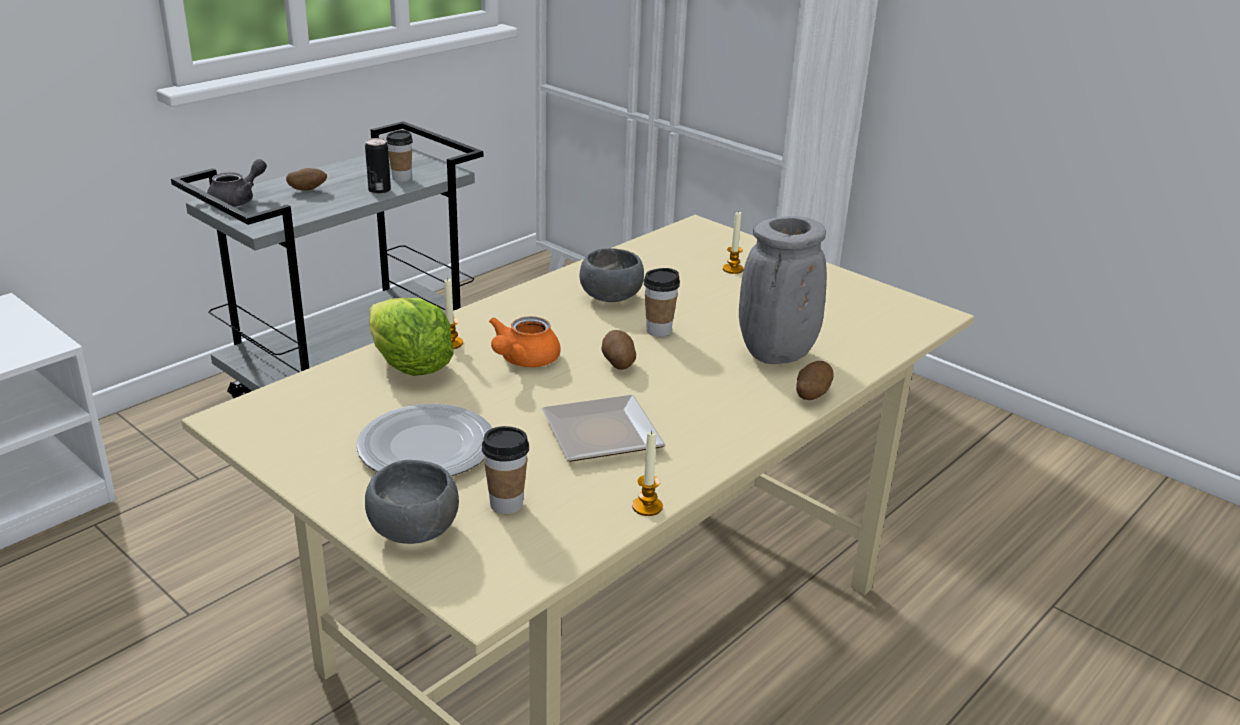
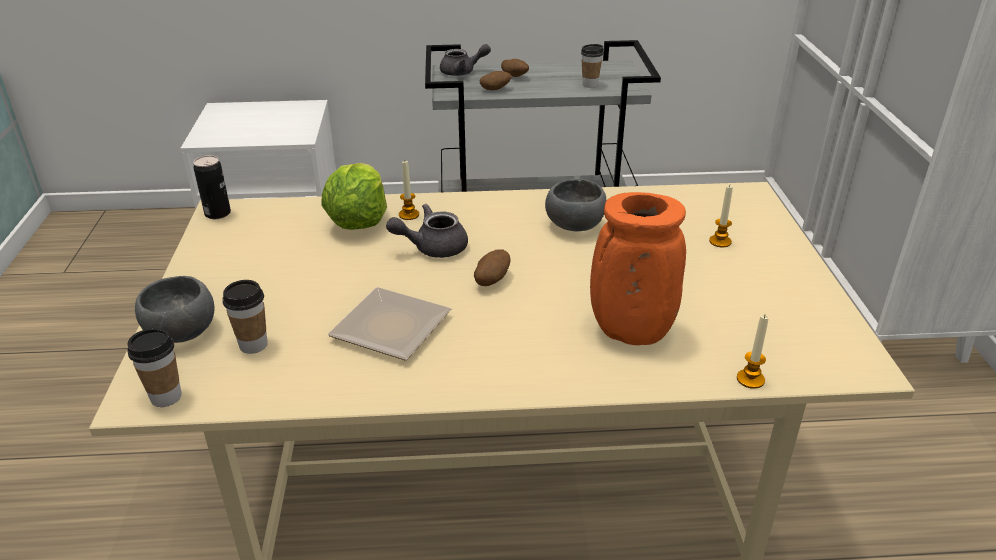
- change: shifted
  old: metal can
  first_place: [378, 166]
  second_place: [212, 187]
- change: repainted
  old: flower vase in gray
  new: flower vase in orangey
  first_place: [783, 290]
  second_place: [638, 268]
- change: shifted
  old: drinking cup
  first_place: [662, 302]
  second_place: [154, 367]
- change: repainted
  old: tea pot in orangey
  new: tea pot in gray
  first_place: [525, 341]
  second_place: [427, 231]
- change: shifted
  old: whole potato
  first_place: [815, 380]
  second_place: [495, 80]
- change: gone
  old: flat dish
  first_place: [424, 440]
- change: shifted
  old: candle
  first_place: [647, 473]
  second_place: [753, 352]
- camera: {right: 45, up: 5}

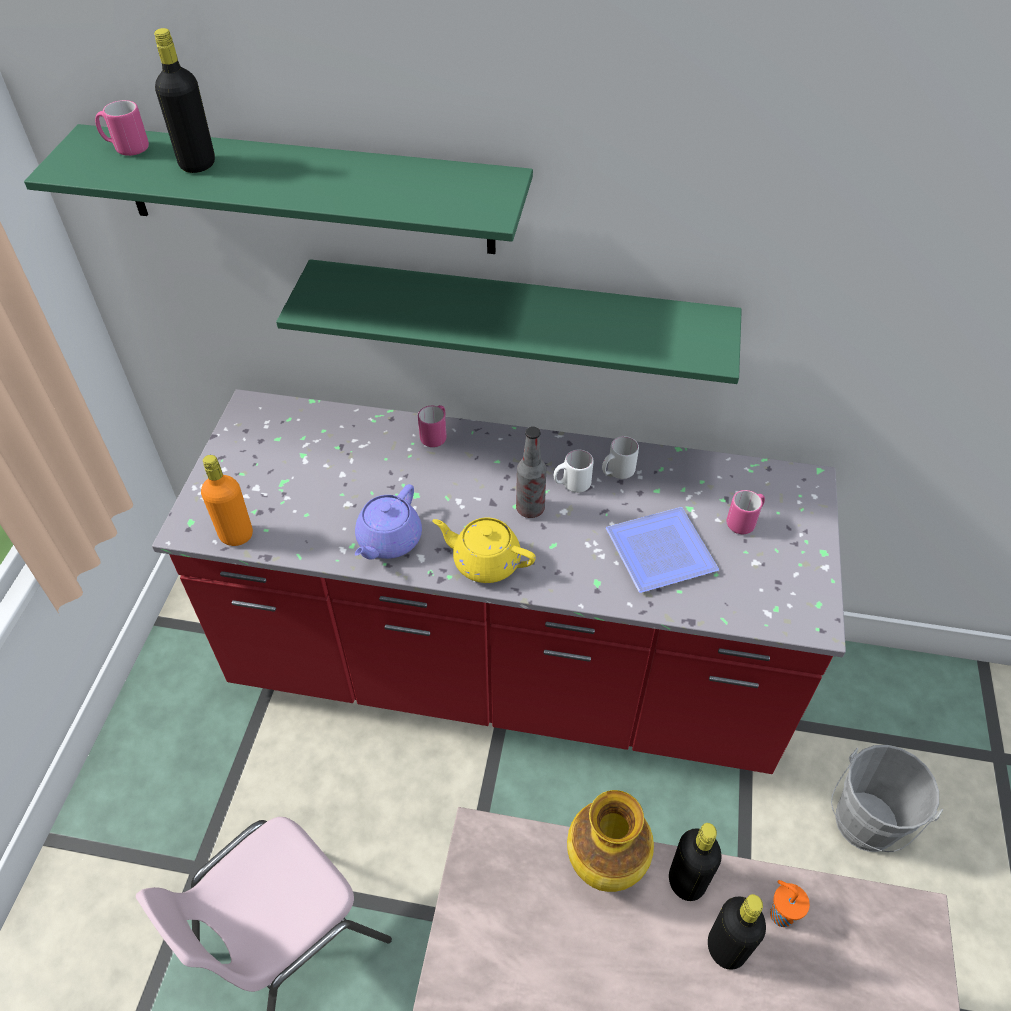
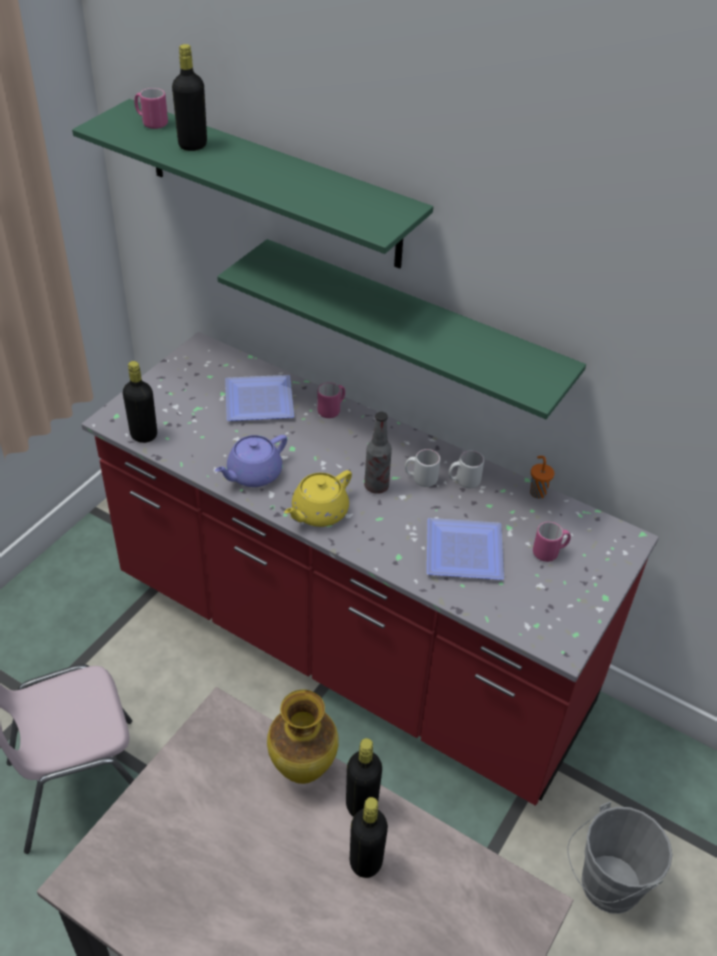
- change: repainted
  old: bottle in orangey
  new: bottle in blackish
  first_place: [227, 500]
  second_place: [140, 402]
- change: rotated
  old: tea pot in yellow-coloured
  first_place: [484, 550]
  second_place: [318, 498]
  degrees: -90
- change: shifted
  old: drinking cup in orangey
  first_place: [790, 903]
  second_place: [542, 477]
- change: new
  new: flat dish
  second_place: [259, 398]
- camera: {right: 20, up: -5}

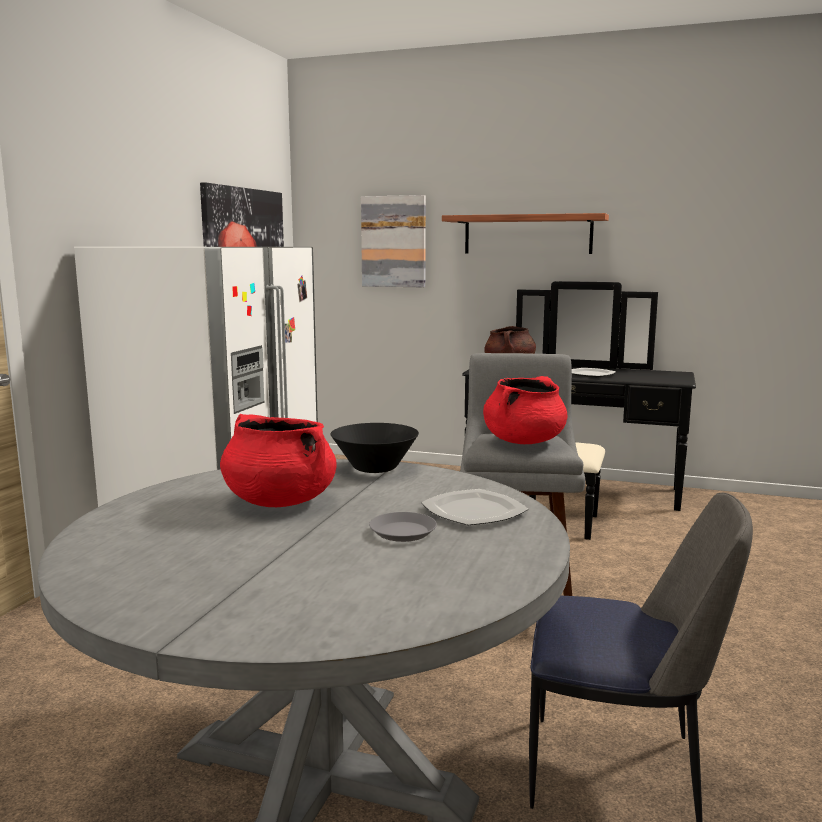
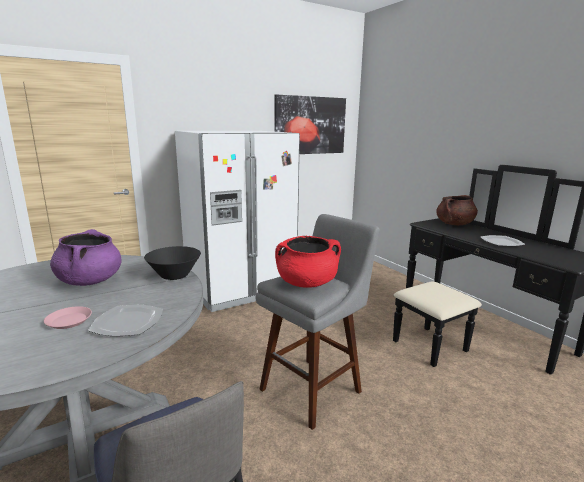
- change: gone
  old: wall art
  first_place: [393, 241]
- change: gone
  old: wall shelf
  first_place: [525, 233]
- change: repainted
  old: cooking pot in red
  new: cooking pot in purple-coloured
  first_place: [278, 460]
  second_place: [85, 257]
- change: repainted
  old: flat dish in gray
  new: flat dish in pinkish
  first_place: [403, 527]
  second_place: [68, 317]
- camera: {right: 40, up: 5}

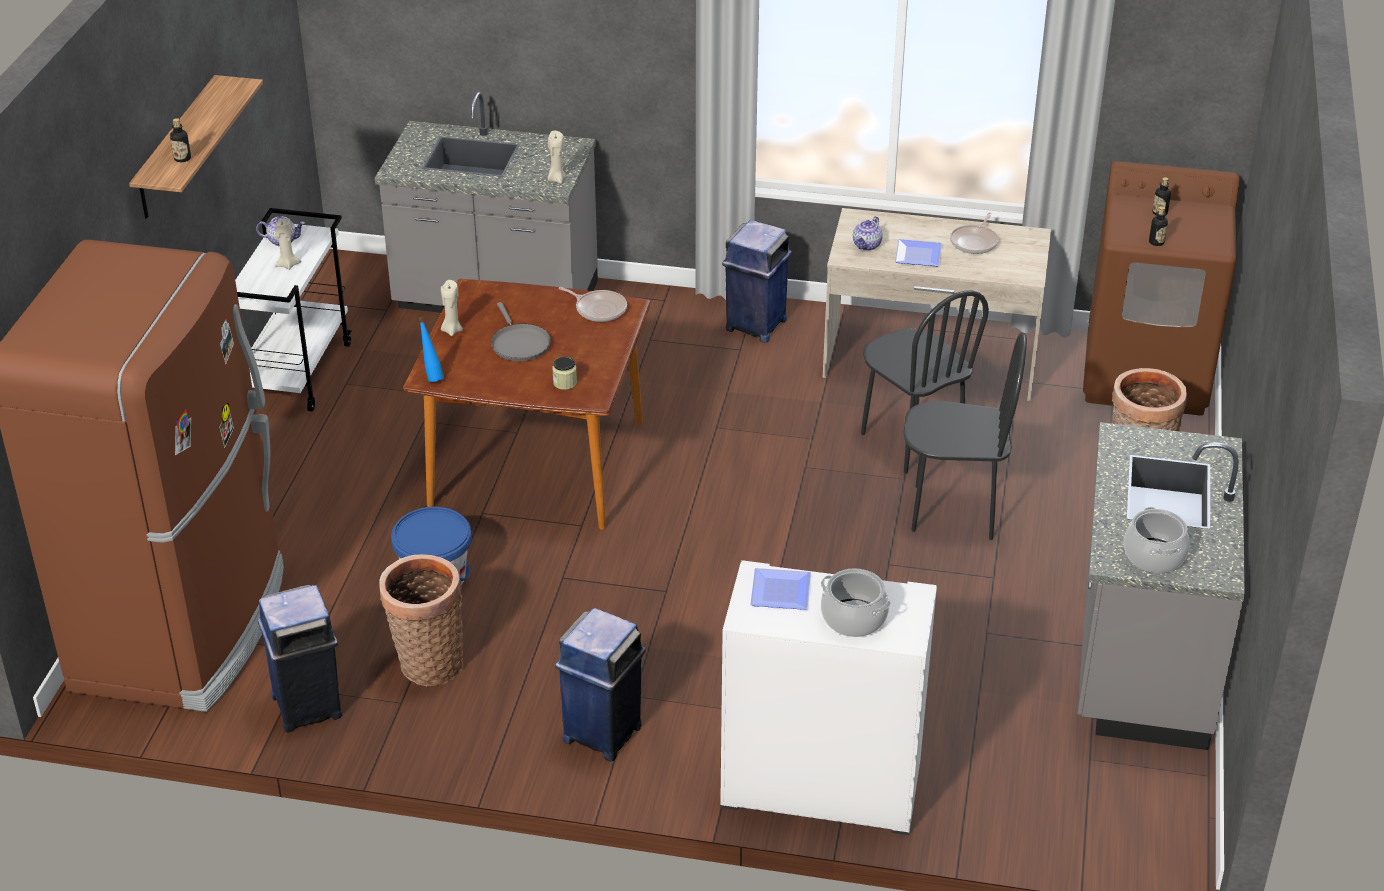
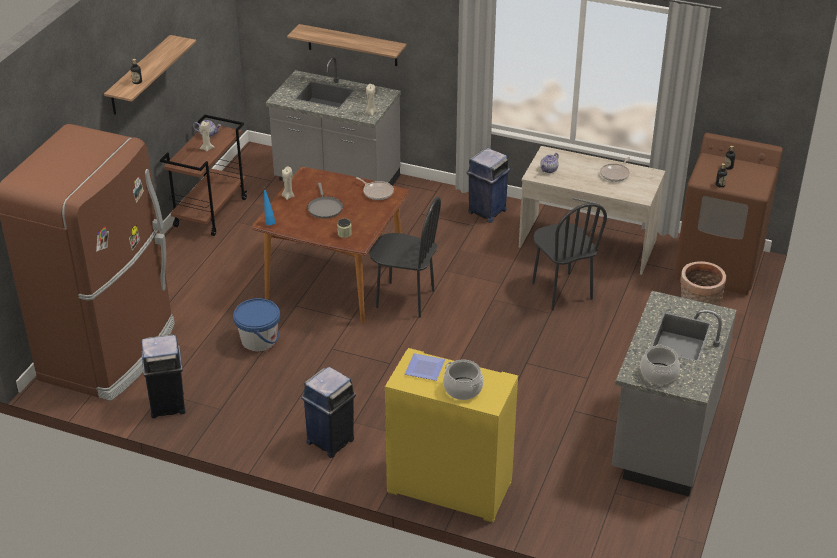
- change: repainted
  old: wheeled cart in white-coloured
  new: wheeled cart in brown
  first_place: [293, 310]
  second_place: [203, 175]
- change: gone
  old: flat dish
  first_place: [918, 252]
- change: shifted
  old: upright chair in blackish
  first_place: [965, 436]
  second_place: [405, 257]
- change: gone
  old: basket
  first_place: [421, 620]
- change: repainted
  old: cupboard in white-coloured
  new: cupboard in yellow-coloured
  first_place: [828, 697]
  second_place: [451, 435]
- change: new
  new: wall shelf
  second_place: [347, 45]
- camera: {right: 10, up: 0}

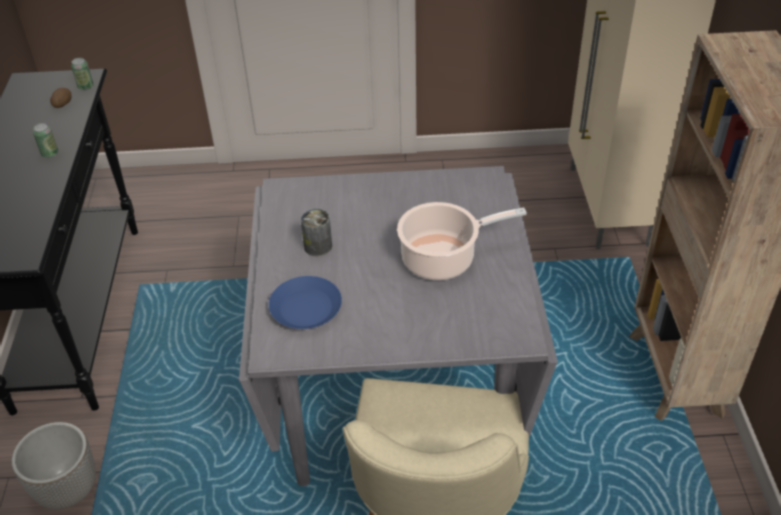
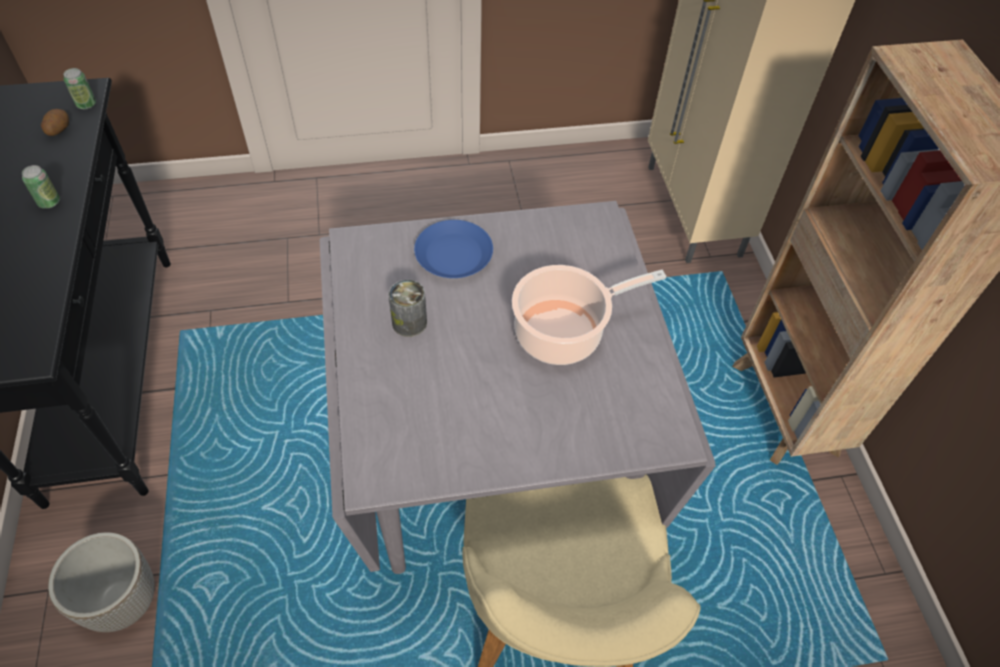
- change: shifted
  old: flat dish in blue
  first_place: [305, 302]
  second_place: [453, 249]
- camera: {right: -10, up: 10}

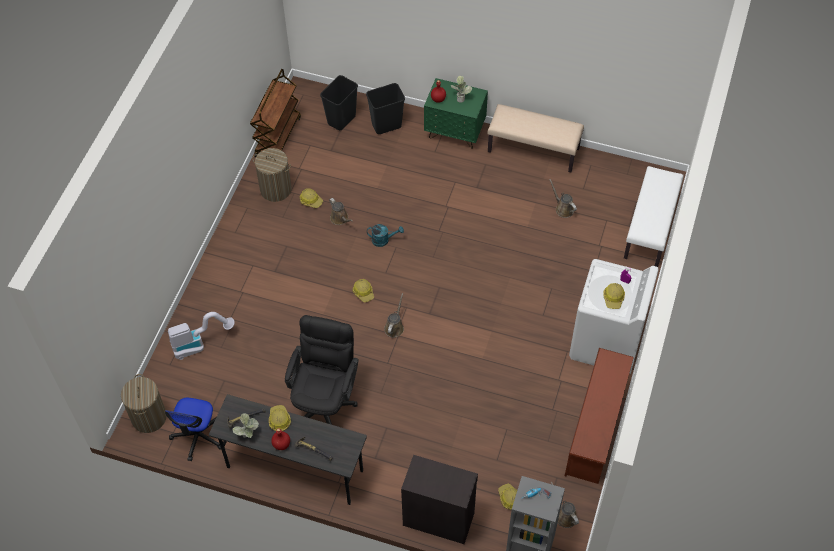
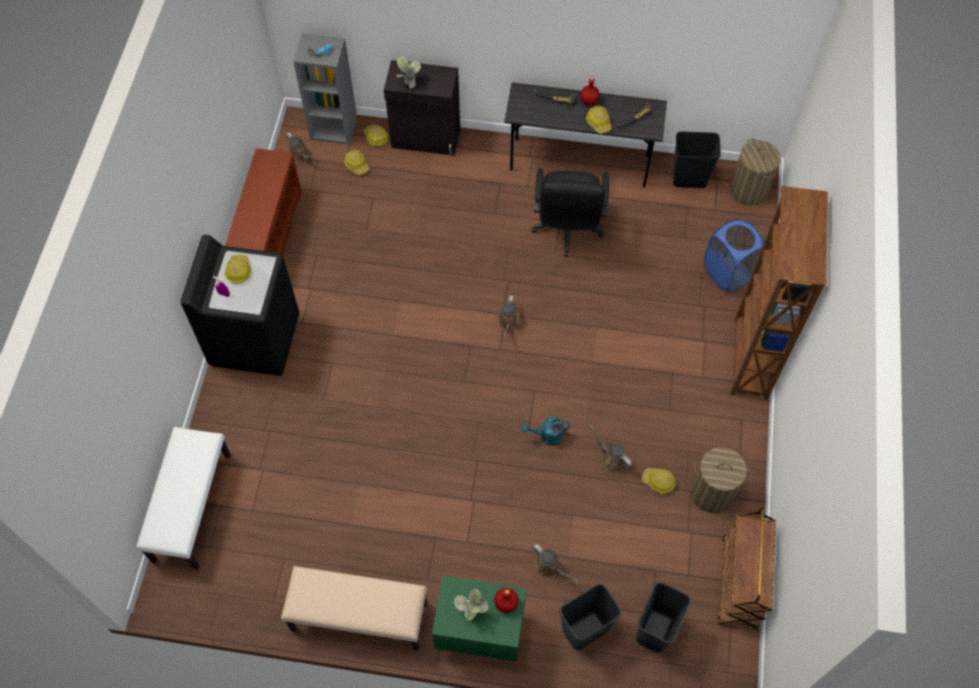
- change: shifted
  old: sprinkling can in brown
  first_place: [563, 198]
  second_place: [555, 563]
- change: repainted
  old: laundry appliance in white-coloured
  new: laundry appliance in blackish
  first_place: [614, 316]
  second_place: [240, 305]
- change: shifted
  old: work helmet
  first_place: [363, 290]
  second_place: [376, 136]
- change: swapped
  old: vacuum
  new: laundry basket in blue
  first_place: [201, 336]
  second_place: [734, 255]
- change: swapped
  old: computer chair
  new: rubbish bin in blackish
  first_place: [193, 429]
  second_place: [697, 159]
- change: shifted
  old: plant in a pot
  first_place: [246, 425]
  second_place: [408, 72]
- change: new
  new: shelving unit in brown
  second_place: [779, 293]
- camera: {right: 170, up: 5}

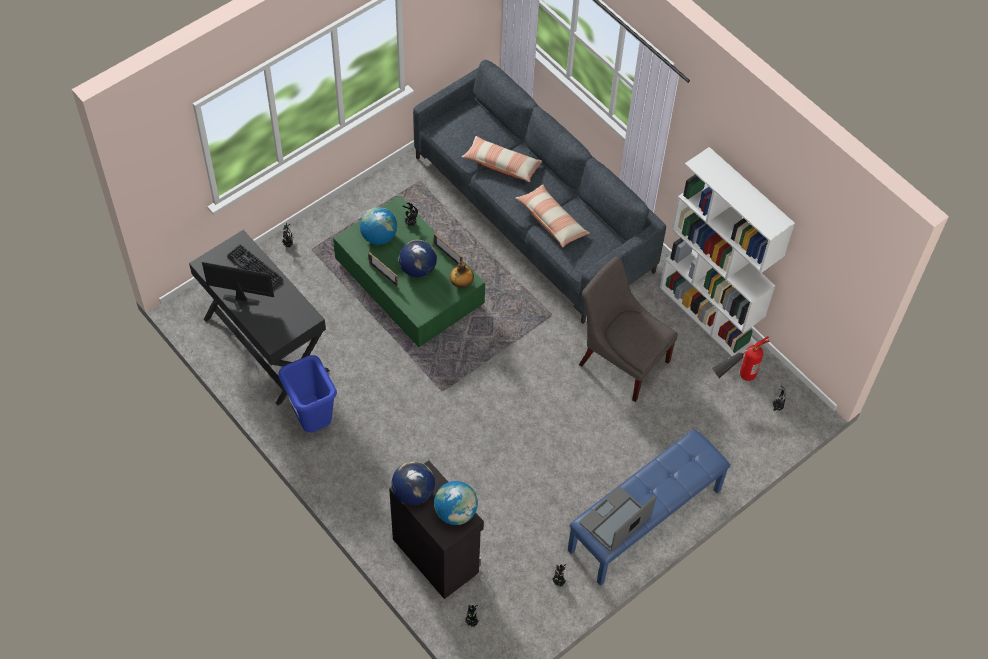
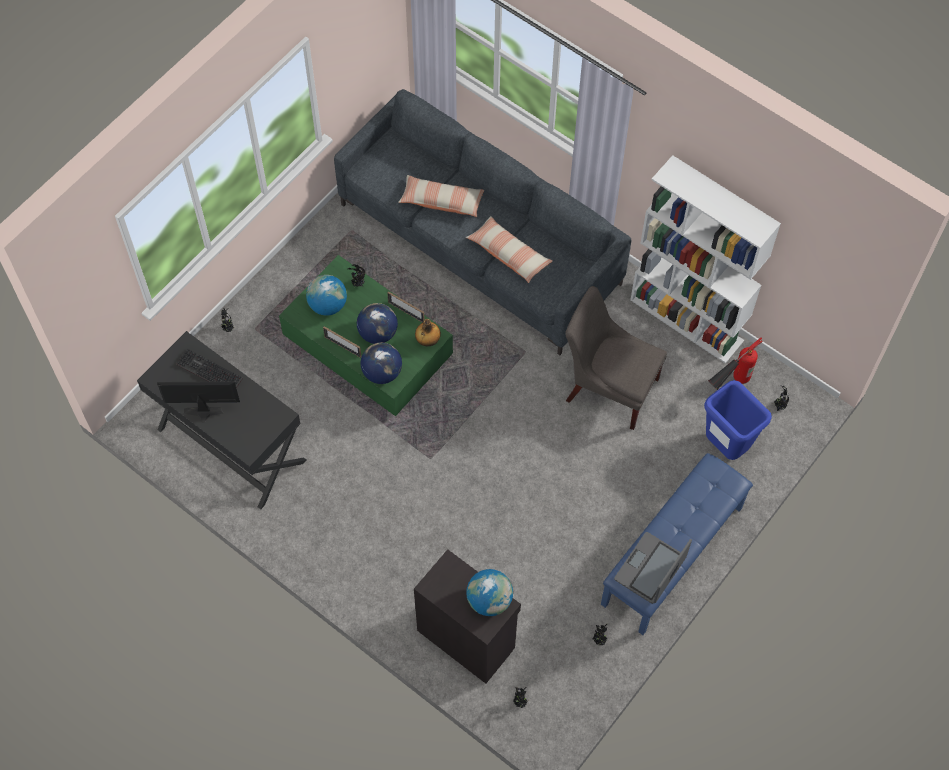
- change: shifted
  old: rubbish bin in blue
  first_place: [307, 393]
  second_place: [738, 420]
- change: shifted
  old: desk globe
  first_place: [413, 483]
  second_place: [381, 363]
- camera: {right: -10, up: 5}

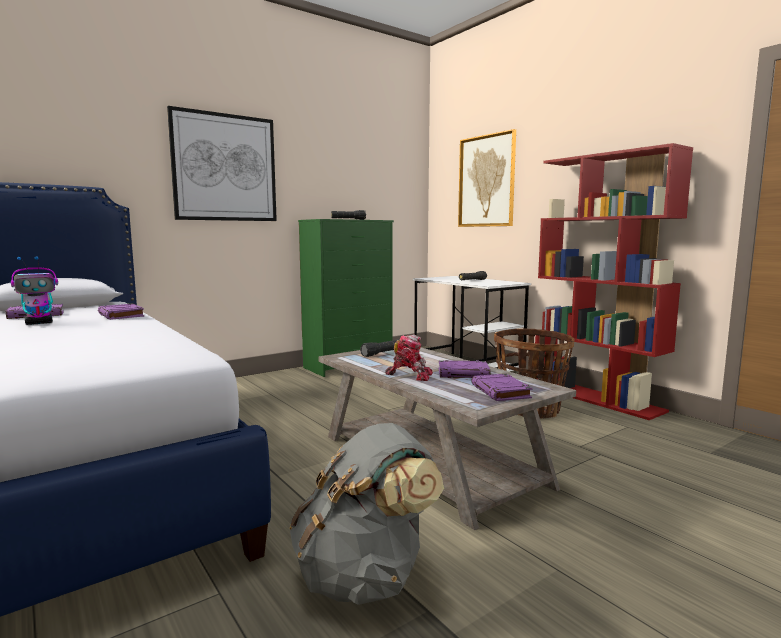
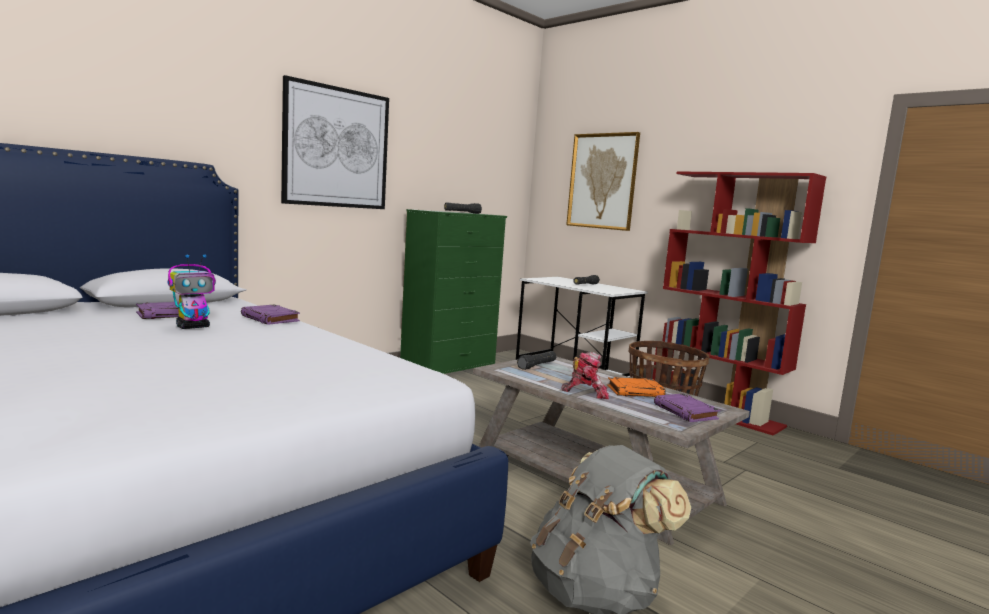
- change: repainted
  old: volume in purple-coloured
  new: volume in orangey
  first_place: [464, 369]
  second_place: [636, 387]
- camera: {right: -10, up: 0}

